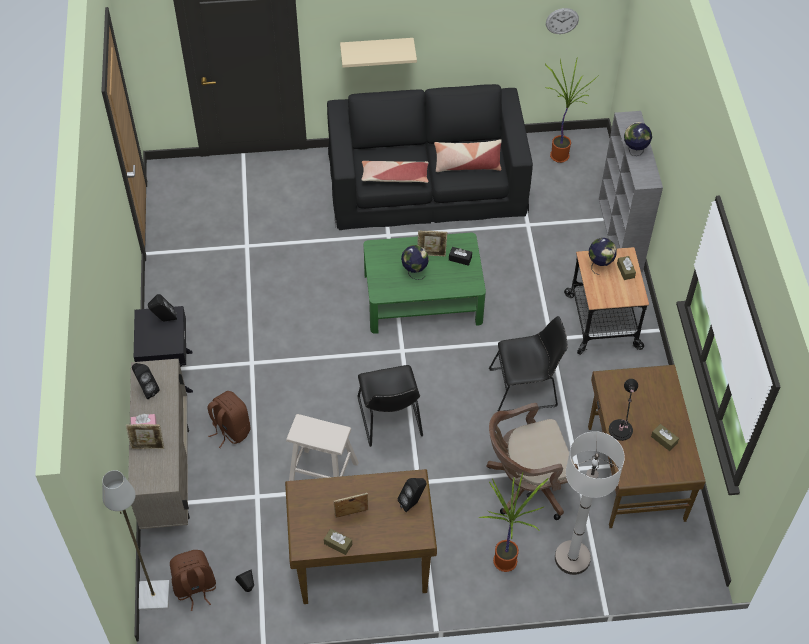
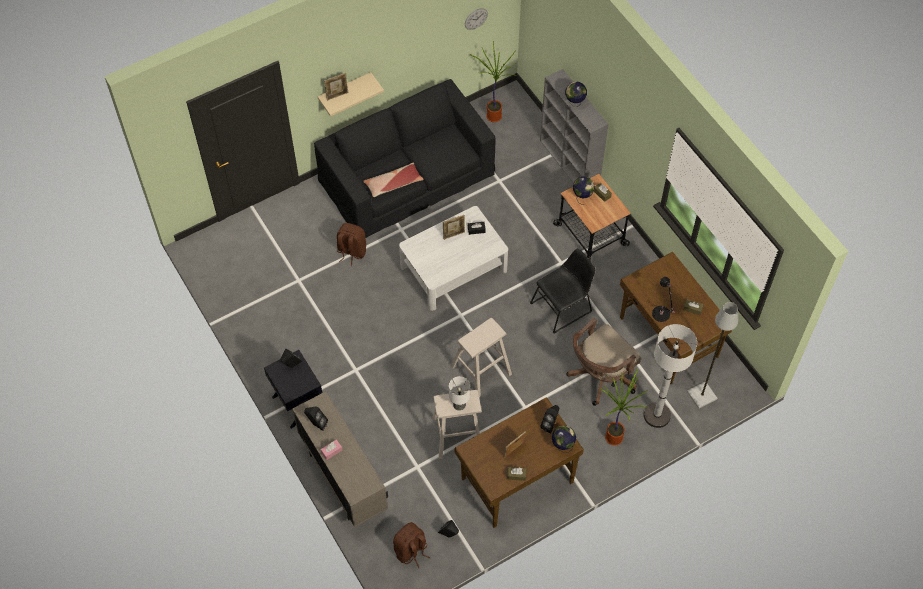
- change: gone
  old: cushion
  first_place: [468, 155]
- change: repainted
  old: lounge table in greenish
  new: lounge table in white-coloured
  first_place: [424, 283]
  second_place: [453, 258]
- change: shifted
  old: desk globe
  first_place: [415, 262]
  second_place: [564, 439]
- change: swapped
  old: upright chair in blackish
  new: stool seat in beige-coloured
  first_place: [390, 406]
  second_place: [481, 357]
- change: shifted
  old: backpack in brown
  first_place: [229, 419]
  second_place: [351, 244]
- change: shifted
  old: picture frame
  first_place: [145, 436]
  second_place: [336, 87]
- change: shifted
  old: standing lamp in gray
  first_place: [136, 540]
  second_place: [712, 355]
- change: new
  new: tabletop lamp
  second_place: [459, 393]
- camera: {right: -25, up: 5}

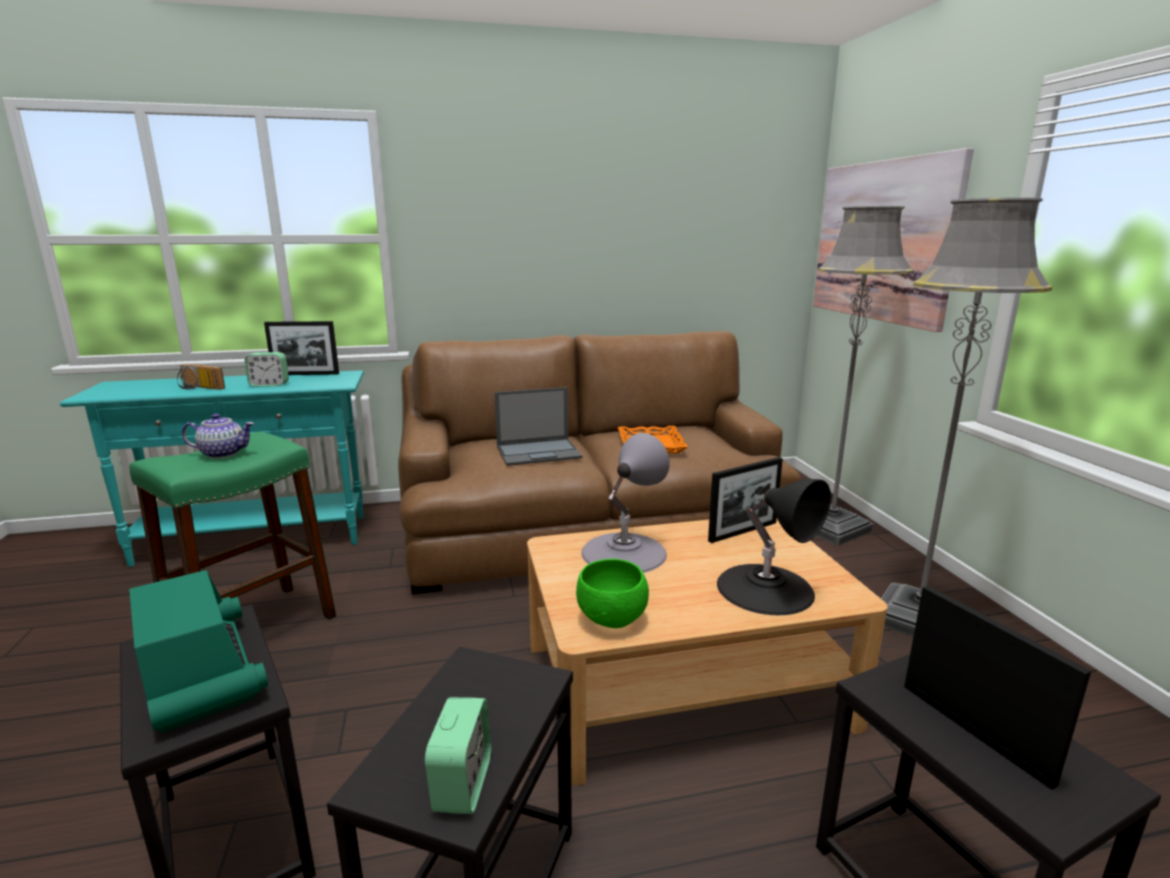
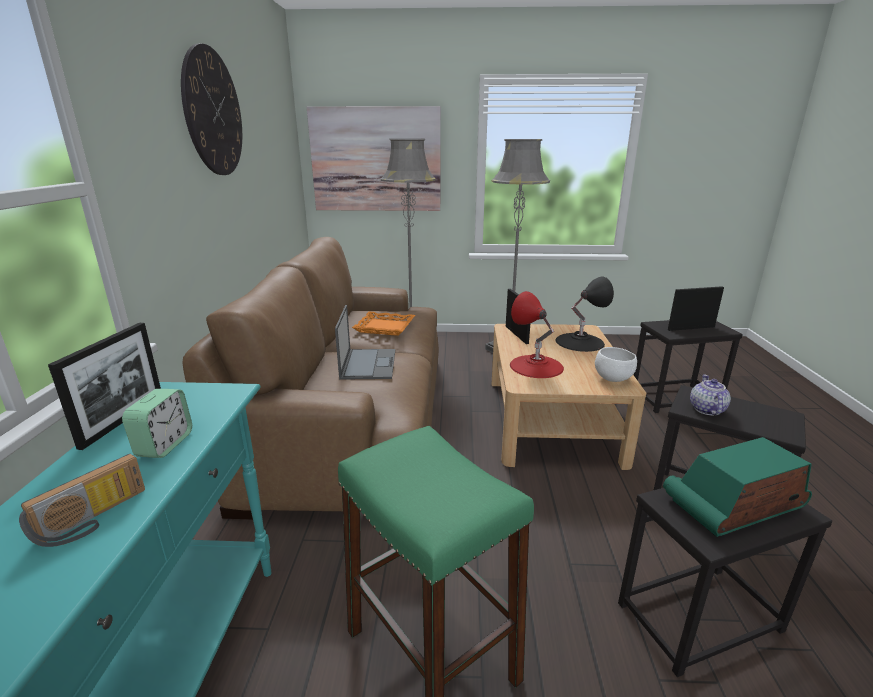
- change: shifted
  old: tea pot
  first_place: [218, 436]
  second_place: [710, 394]
- change: repainted
  old: tabletop lamp in gray
  new: tabletop lamp in red
  first_place: [625, 503]
  second_place: [537, 334]
- change: repainted
  old: deep dish in greenish
  new: deep dish in white-coloured
  first_place: [612, 593]
  second_place: [616, 364]
- change: gone
  old: bedside clock
  first_place: [458, 755]
- change: new
  new: wall clock
  second_place: [211, 109]
- camera: {right: -75, up: 5}

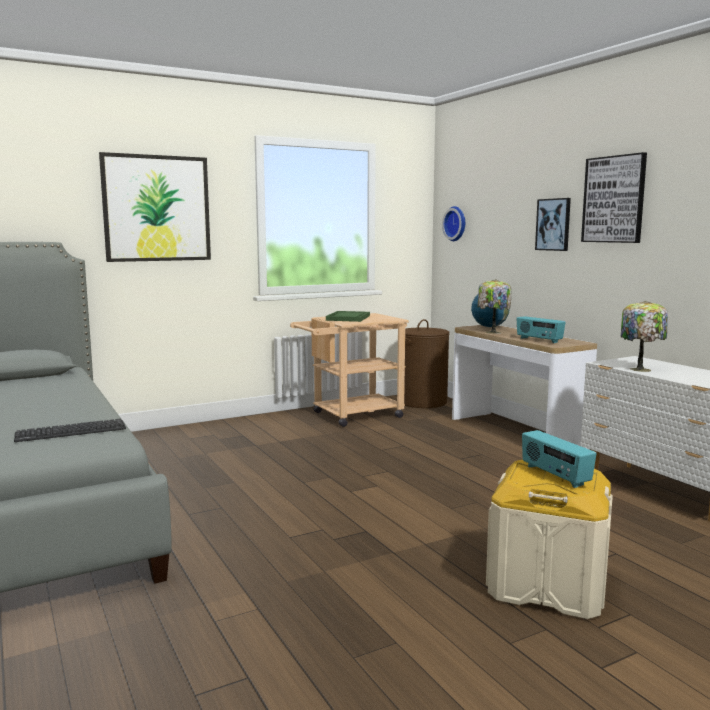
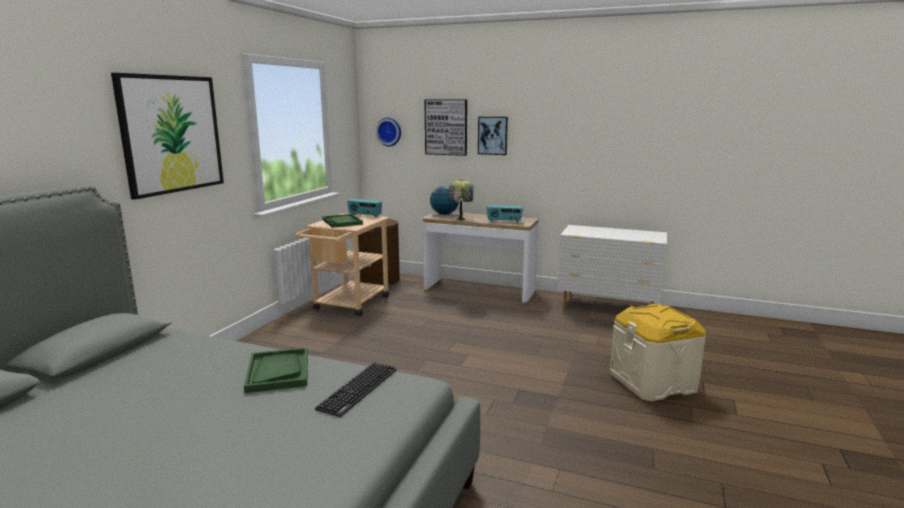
- change: shifted
  old: wall art
  first_place: [614, 197]
  second_place: [445, 127]
- change: gone
  old: tabletop lamp
  first_place: [644, 336]
- change: shifted
  old: radio set
  first_place: [559, 459]
  second_place: [364, 208]
- change: new
  new: carrying tray in greenish
  second_place: [276, 370]
- camera: {right: -40, up: 5}

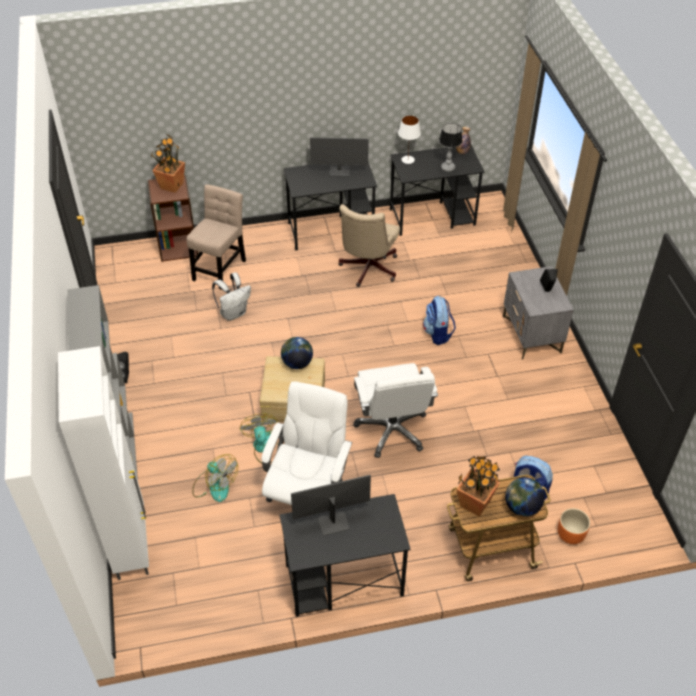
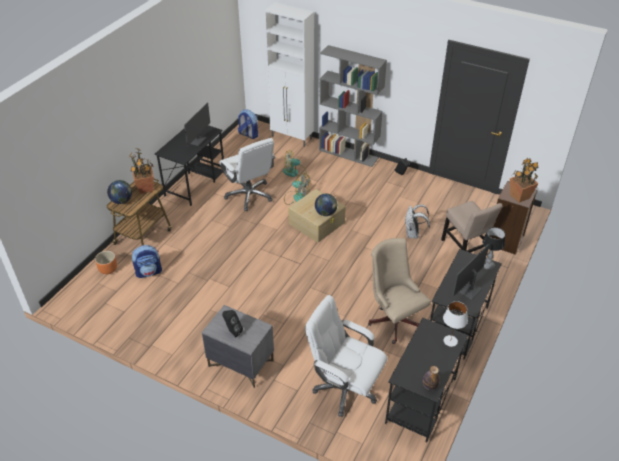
- change: shifted
  old: tabletop lamp
  first_place: [451, 147]
  second_place: [493, 248]
- change: shifted
  old: backpack
  first_place: [439, 320]
  second_place: [248, 124]
- change: shifted
  old: computer chair in white-coloured
  first_place: [395, 410]
  second_place: [346, 356]
- camera: {right: 130, up: -5}

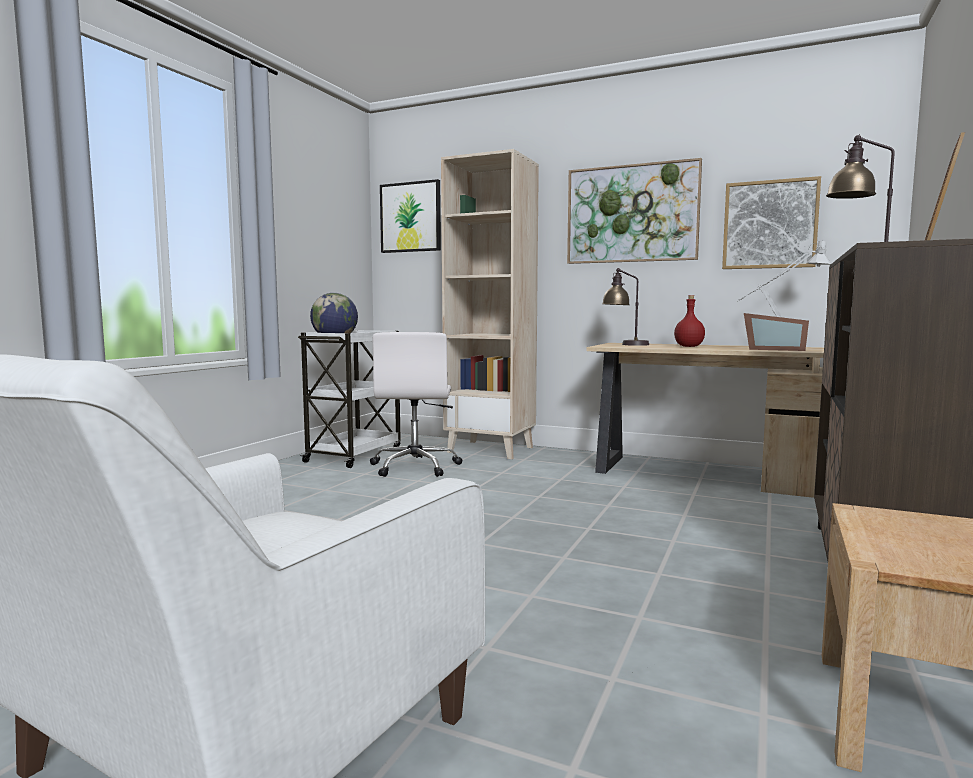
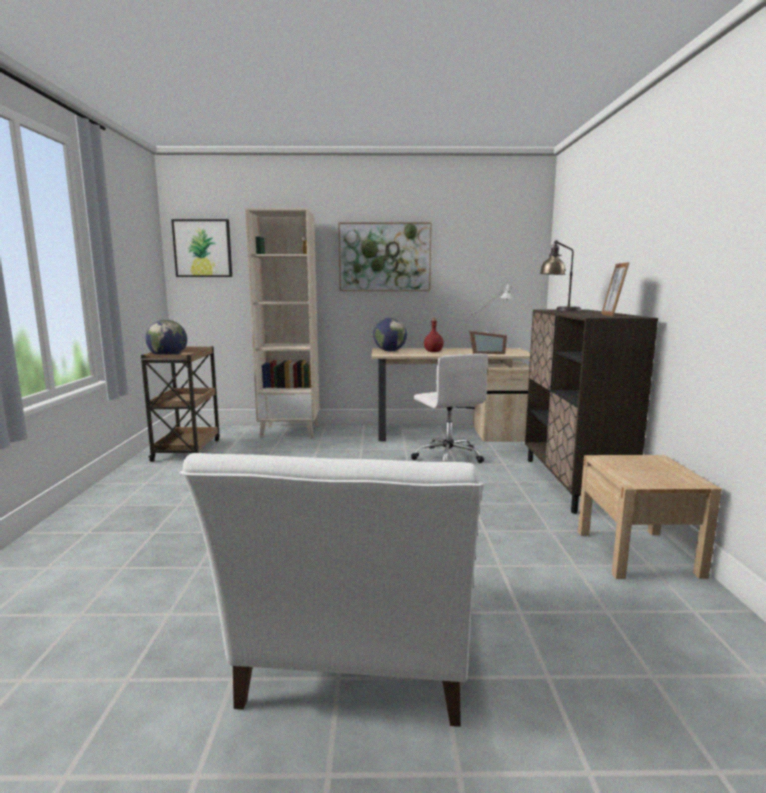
- change: gone
  old: wall art
  first_place: [771, 222]
- change: swapped
  old: tabletop lamp
  new: desk globe
  first_place: [625, 307]
  second_place: [390, 335]
- change: repainted
  old: wheeled cart in white-coloured
  new: wheeled cart in brown
  first_place: [349, 399]
  second_place: [180, 404]
- change: shifted
  old: computer chair in white-coloured
  first_place: [416, 404]
  second_place: [450, 408]
- camera: {right: -25, up: 5}

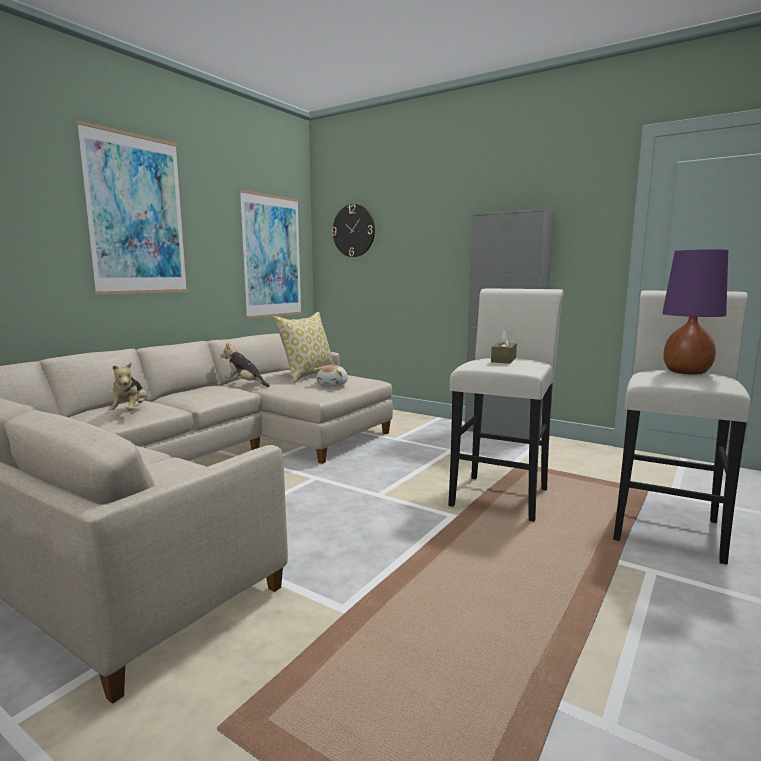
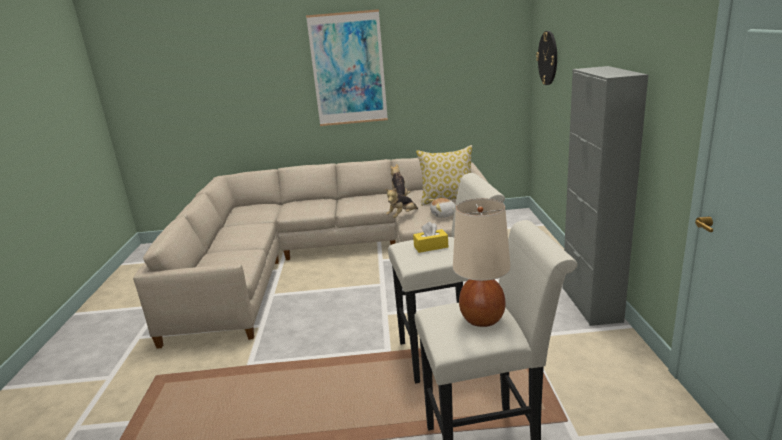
- change: gone
  old: wall art
  first_place: [270, 254]
- change: repainted
  old: tabletop lamp in purple-coloured
  new: tabletop lamp in beige-coloured
  first_place: [695, 312]
  second_place: [482, 263]
- change: repainted
  old: tissue box in brown
  new: tissue box in yellow-coloured
  first_place: [504, 346]
  second_place: [430, 237]
- change: shifted
  old: plush toy
  first_place: [128, 386]
  second_place: [401, 203]
- camera: {right: 55, up: 10}

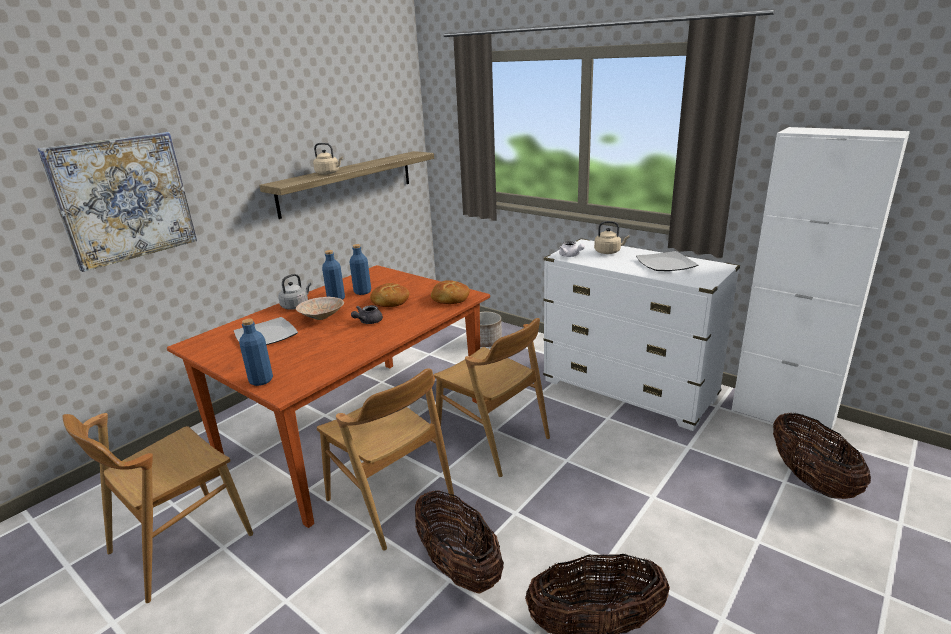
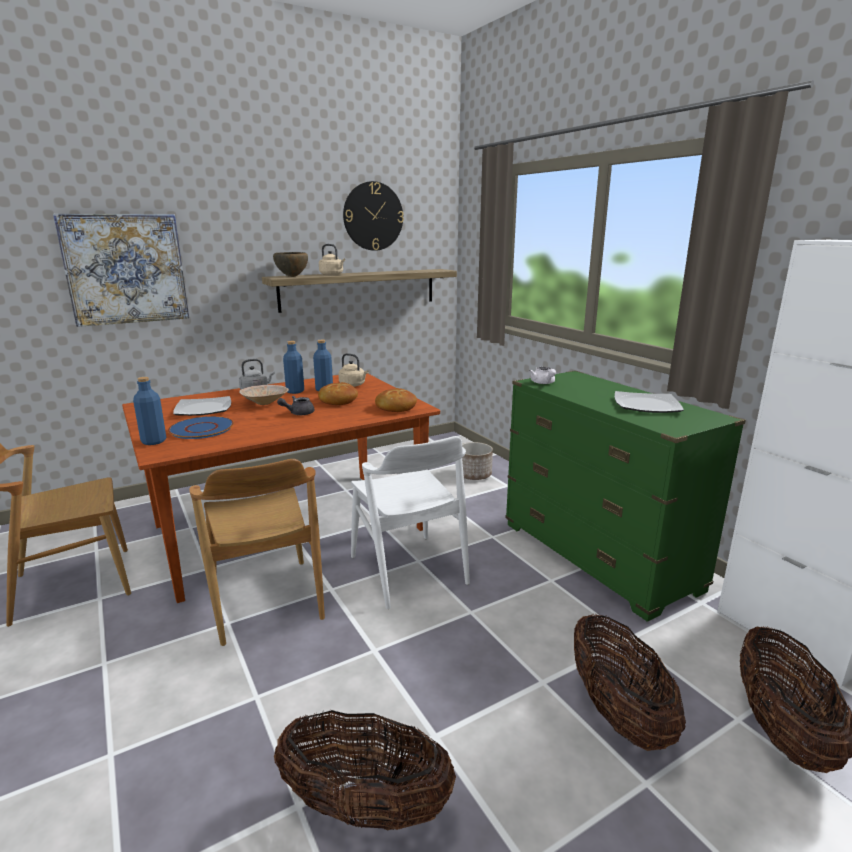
- change: shifted
  old: tea kettle in beige-coloured
  first_place: [612, 237]
  second_place: [353, 370]
- change: repainted
  old: drawer chest in white-coloured
  new: drawer chest in greenish
  first_place: [641, 334]
  second_place: [625, 496]
- change: repainted
  old: upright chair in brown
  new: upright chair in white-coloured
  first_place: [491, 397]
  second_place: [410, 522]
- change: shifted
  old: basket
  first_place: [459, 542]
  second_place: [630, 682]
- change: new
  new: wall clock
  second_place: [373, 216]
- change: new
  new: deep dish in brown
  second_place: [290, 264]
- change: new
  new: flat dish in blue
  second_place: [201, 427]
- camera: {right: 20, up: -5}

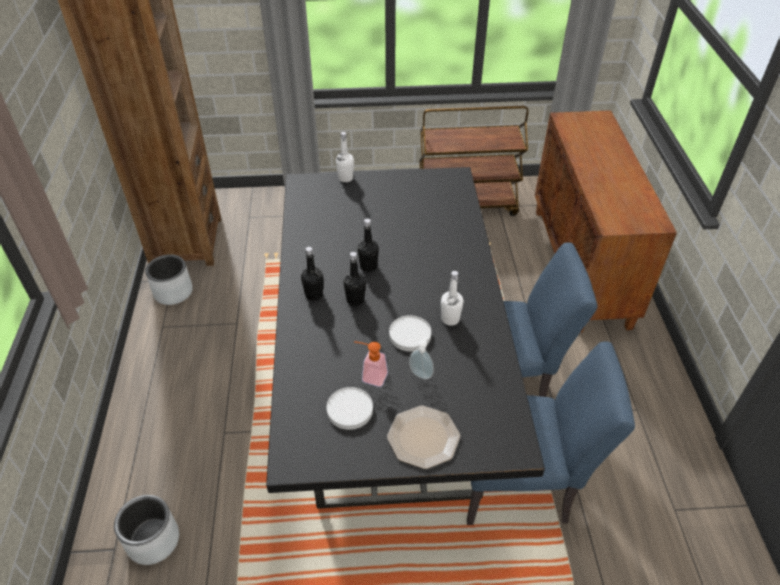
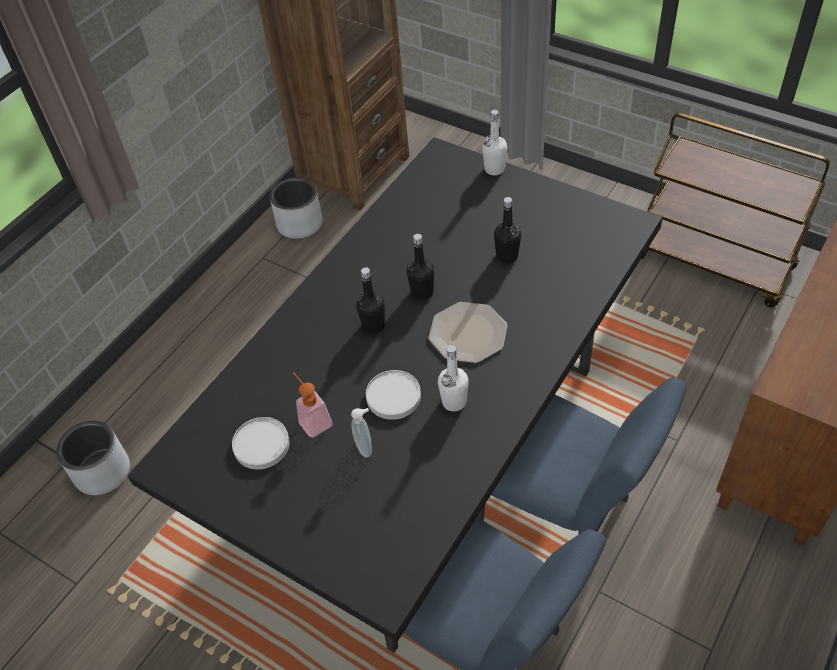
- change: shifted
  old: bottle in blackish
  first_place: [312, 274]
  second_place: [507, 230]
- change: shifted
  old: flat dish
  first_place: [423, 437]
  second_place: [468, 332]
- camera: {right: 40, up: 5}

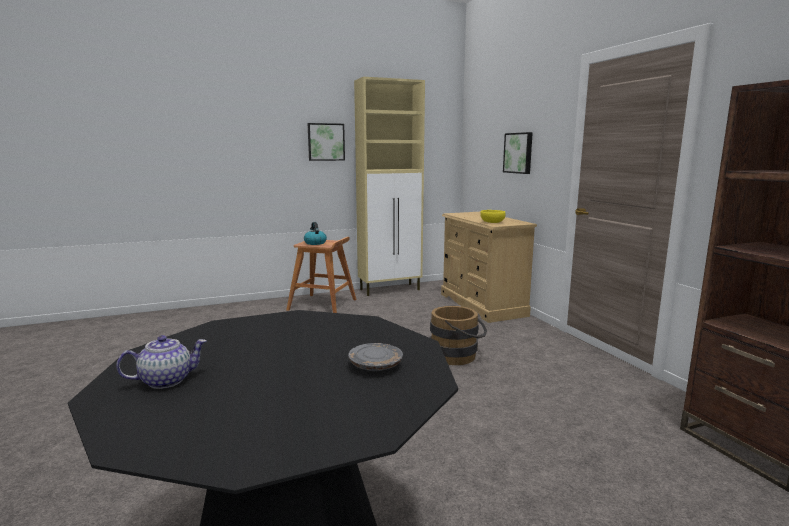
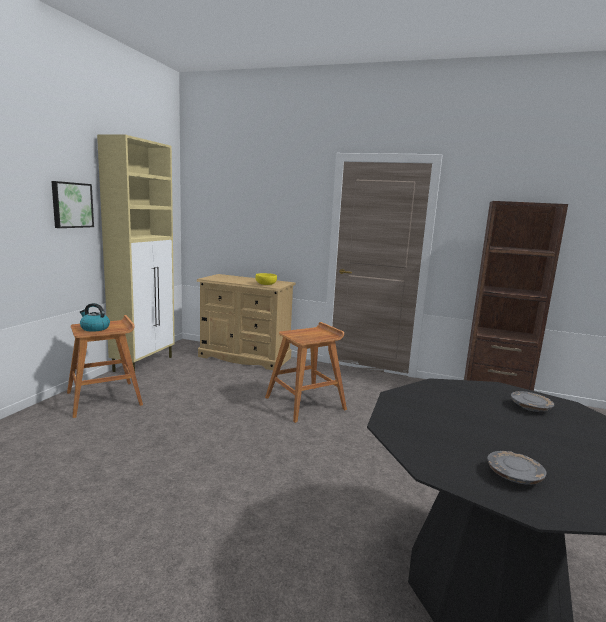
- change: gone
  old: wall art
  first_place: [518, 153]
- change: swapped
  old: bucket in brown
  new: stool seat in brown
  first_place: [458, 335]
  second_place: [306, 372]
- change: swapped
  old: tea pot
  new: flat dish in gray
  first_place: [161, 362]
  second_place: [517, 468]
- camera: {right: -50, up: 0}

